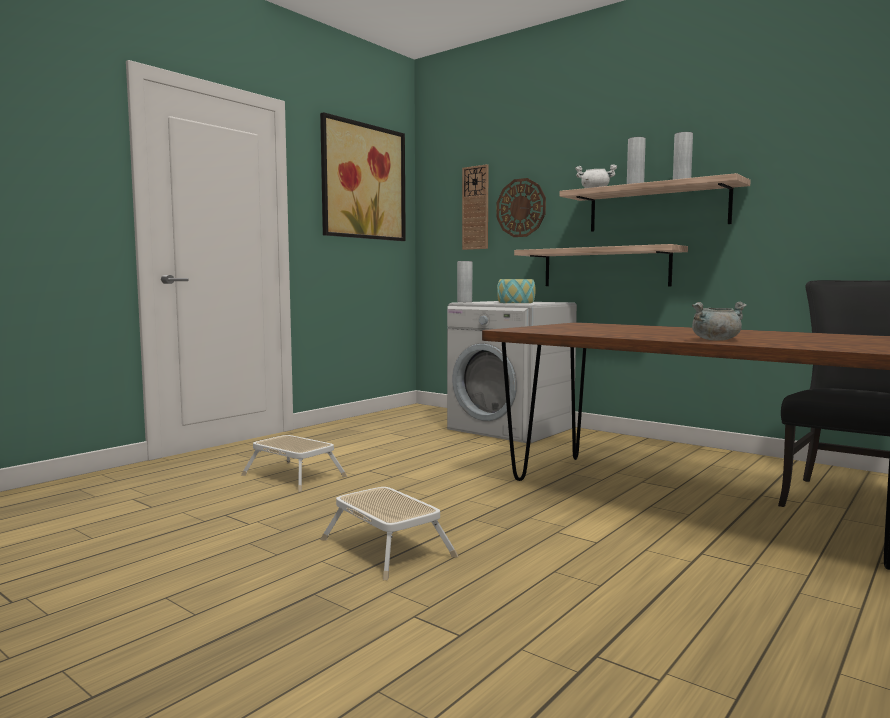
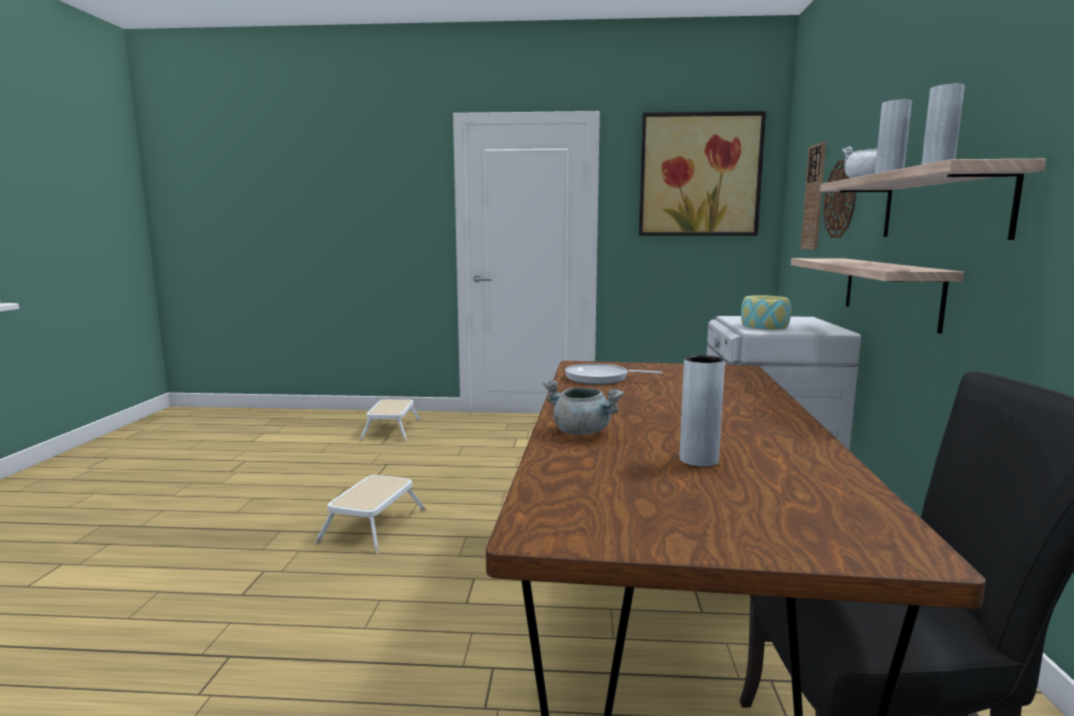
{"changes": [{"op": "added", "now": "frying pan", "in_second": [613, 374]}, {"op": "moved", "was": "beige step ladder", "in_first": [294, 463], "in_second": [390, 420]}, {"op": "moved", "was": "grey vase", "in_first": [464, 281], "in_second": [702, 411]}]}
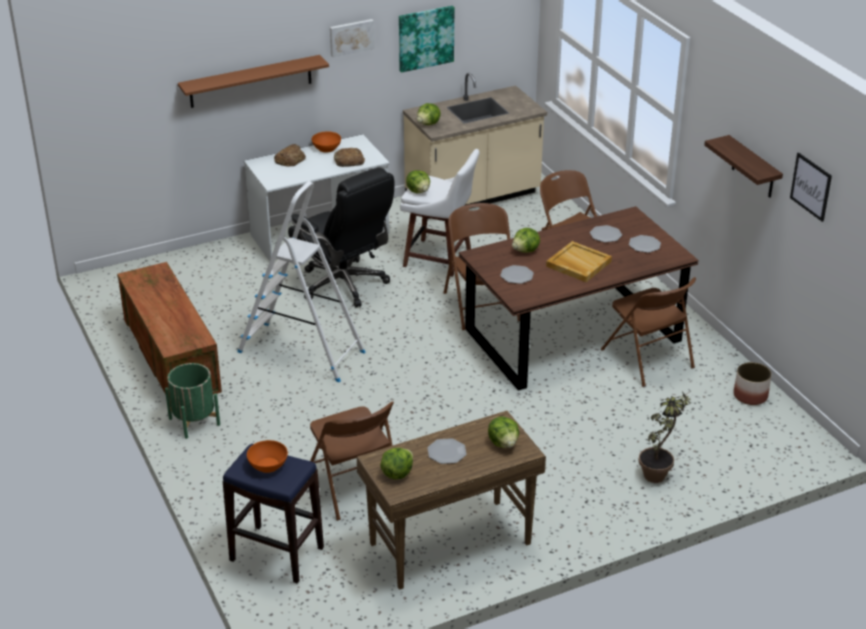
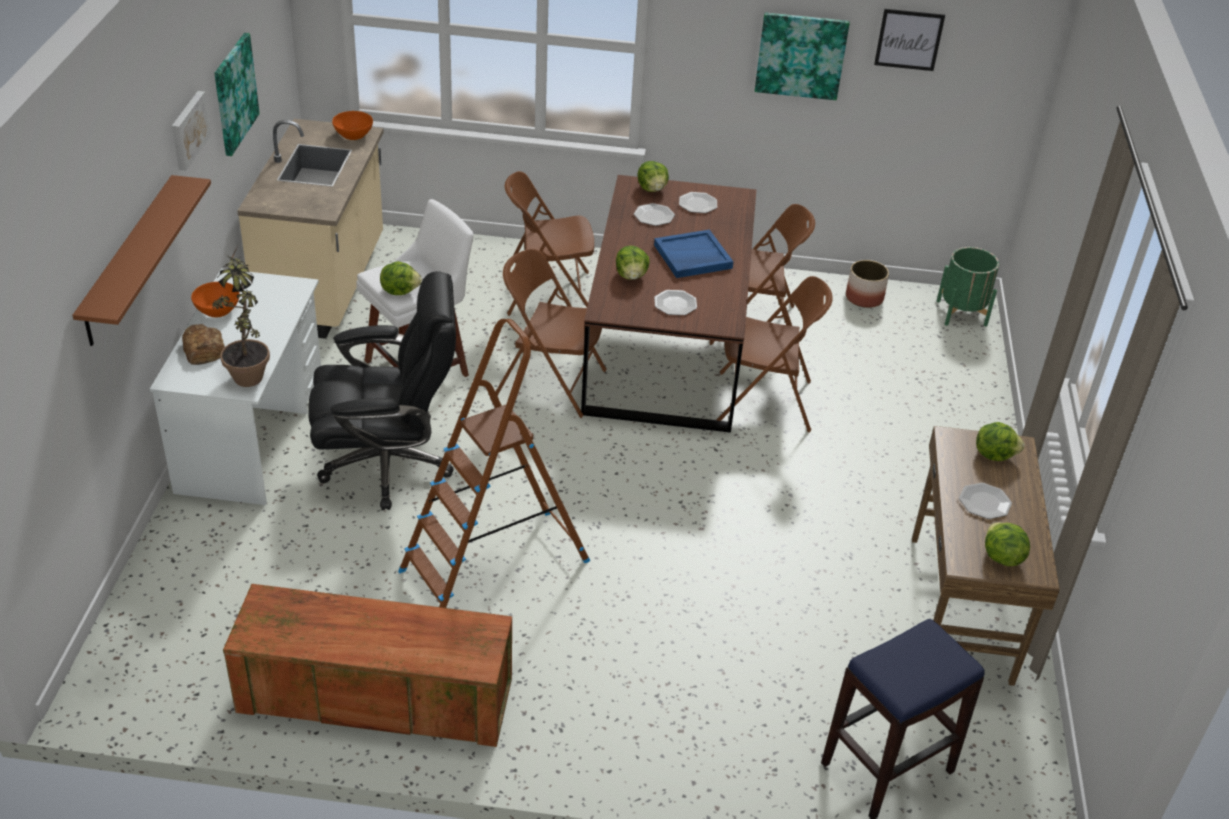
{"changes": [{"op": "removed", "was": "bread", "in_first": [349, 157]}, {"op": "moved", "was": "green planter", "in_first": [192, 401], "in_second": [968, 286]}, {"op": "moved", "was": "orange bowl", "in_first": [267, 456], "in_second": [352, 125]}, {"op": "moved", "was": "brown chair", "in_first": [352, 461], "in_second": [774, 354]}, {"op": "moved", "was": "lettuce", "in_first": [429, 114], "in_second": [653, 176]}, {"op": "moved", "was": "potted plant", "in_first": [666, 436], "in_second": [241, 317]}, {"op": "replaced", "was": "shelf", "now": "picture", "in_first": [743, 166], "in_second": [802, 56]}, {"op": "recoloured", "was": "white step ladder", "now": "brown step ladder", "in_first": [301, 281], "in_second": [494, 463]}, {"op": "recoloured", "was": "beige tray", "now": "blue tray", "in_first": [579, 261], "in_second": [694, 253]}]}
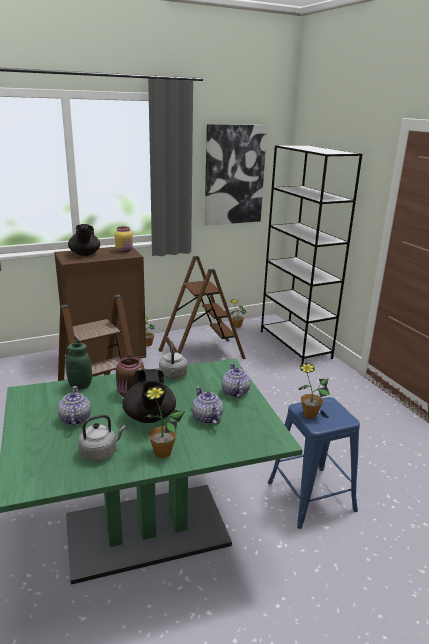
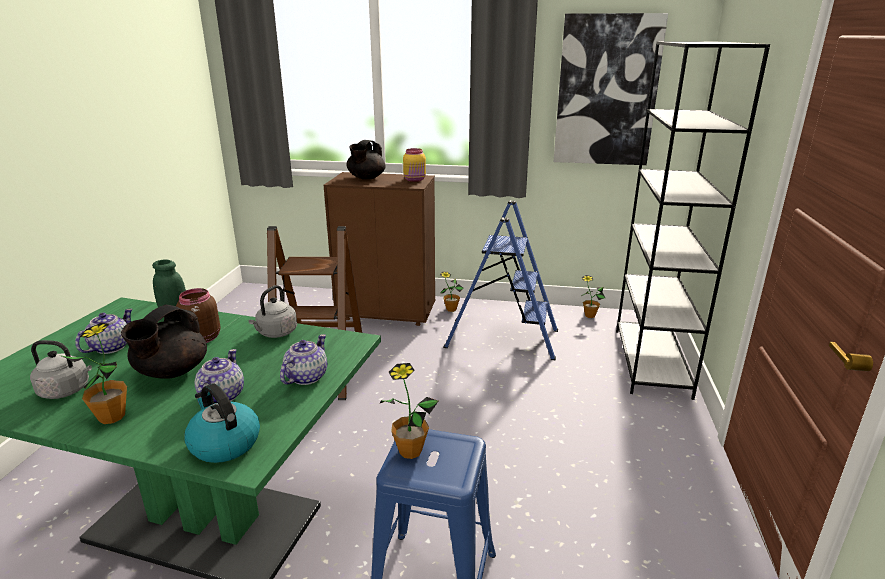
{"changes": [{"op": "added", "now": "kettle", "in_second": [222, 423]}, {"op": "recoloured", "was": "brown step ladder", "now": "blue step ladder", "in_first": [202, 307], "in_second": [500, 280]}]}
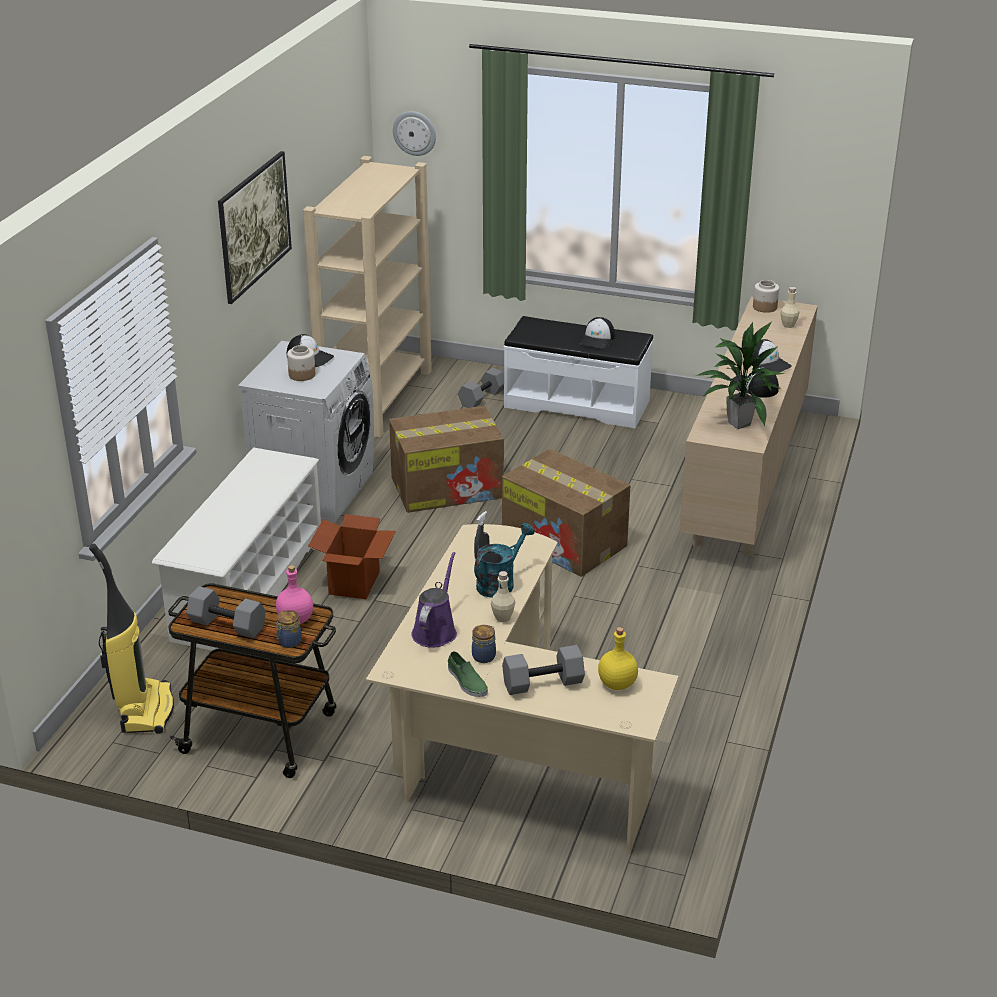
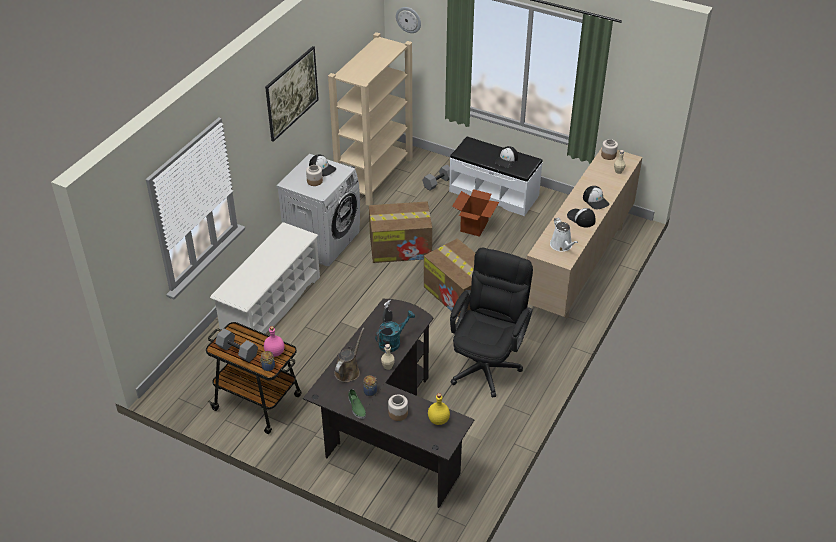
{"changes": [{"op": "removed", "was": "vacuum cleaner", "in_first": [131, 638]}, {"op": "added", "now": "black office chair", "in_second": [491, 322]}, {"op": "moved", "was": "cardboard box", "in_first": [352, 556], "in_second": [475, 213]}, {"op": "replaced", "was": "grey dumbbell", "now": "jar", "in_first": [543, 670], "in_second": [398, 407]}, {"op": "replaced", "was": "potted plant", "now": "white watering can", "in_first": [740, 375], "in_second": [564, 235]}, {"op": "recoloured", "was": "beige desk", "now": "black desk", "in_first": [522, 689], "in_second": [389, 403]}, {"op": "recoloured", "was": "purple watering can", "now": "brown watering can", "in_first": [434, 600], "in_second": [349, 355]}]}
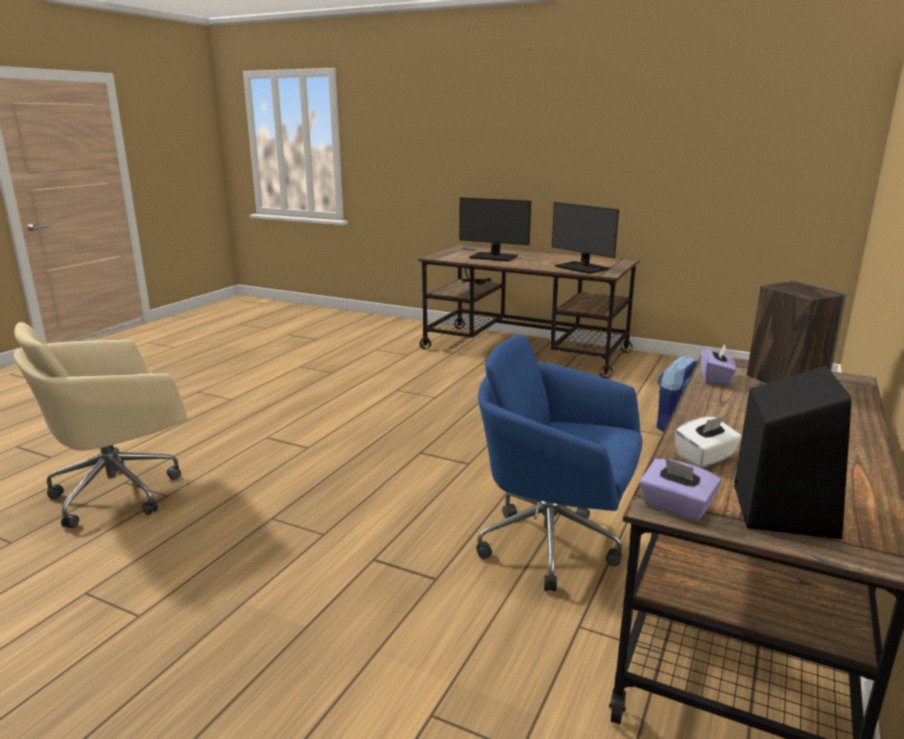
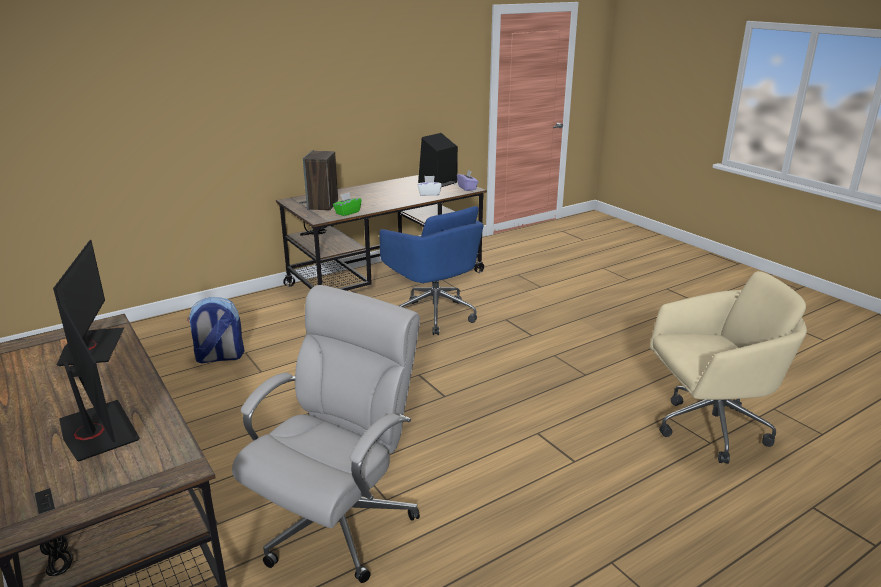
{"changes": [{"op": "added", "now": "grey office chair", "in_second": [326, 434]}, {"op": "recoloured", "was": "purple tissue box", "now": "green tissue box", "in_first": [718, 364], "in_second": [347, 204]}]}
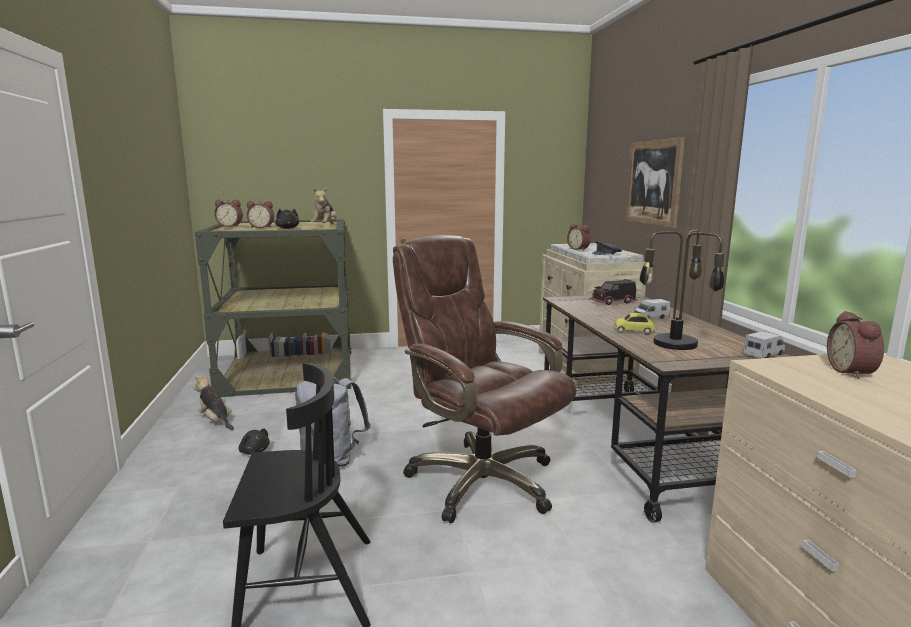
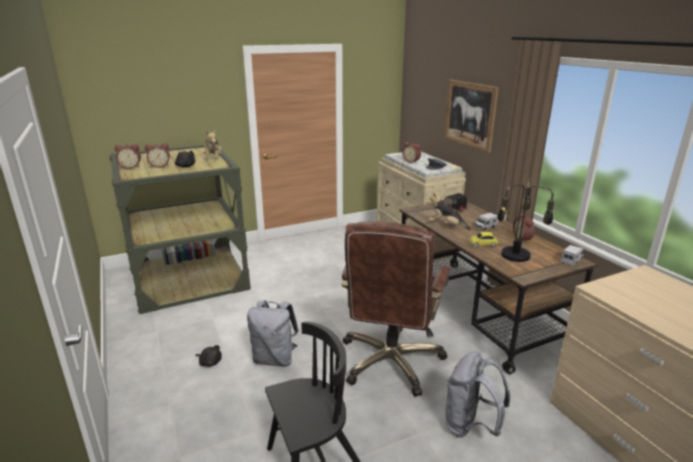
{"changes": [{"op": "added", "now": "grey backpack", "in_second": [477, 394]}, {"op": "moved", "was": "plush toy", "in_first": [214, 402], "in_second": [448, 210]}, {"op": "moved", "was": "alarm clock", "in_first": [855, 345], "in_second": [524, 227]}, {"op": "turned", "was": "brown office chair", "in_first": [485, 379], "in_second": [396, 309], "clockwise": -105}]}
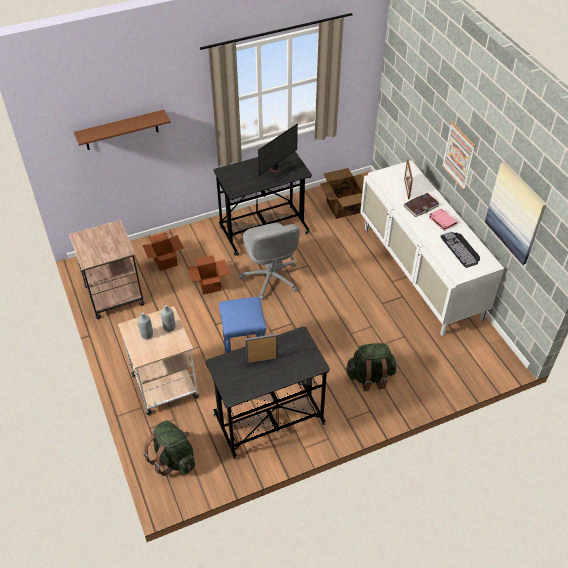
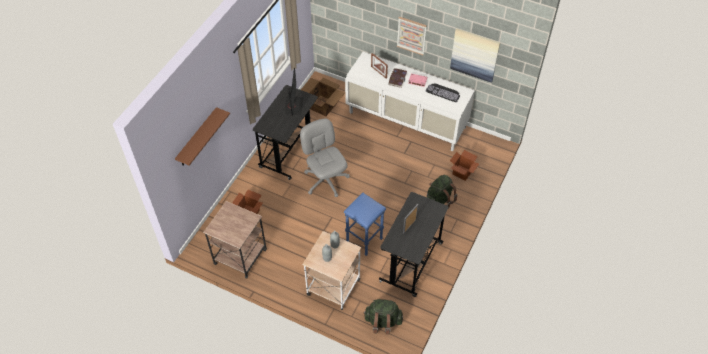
{"changes": [{"op": "moved", "was": "cardboard box", "in_first": [209, 275], "in_second": [464, 165]}, {"op": "turned", "was": "grey office chair", "in_first": [269, 261], "in_second": [325, 158], "clockwise": -150}]}
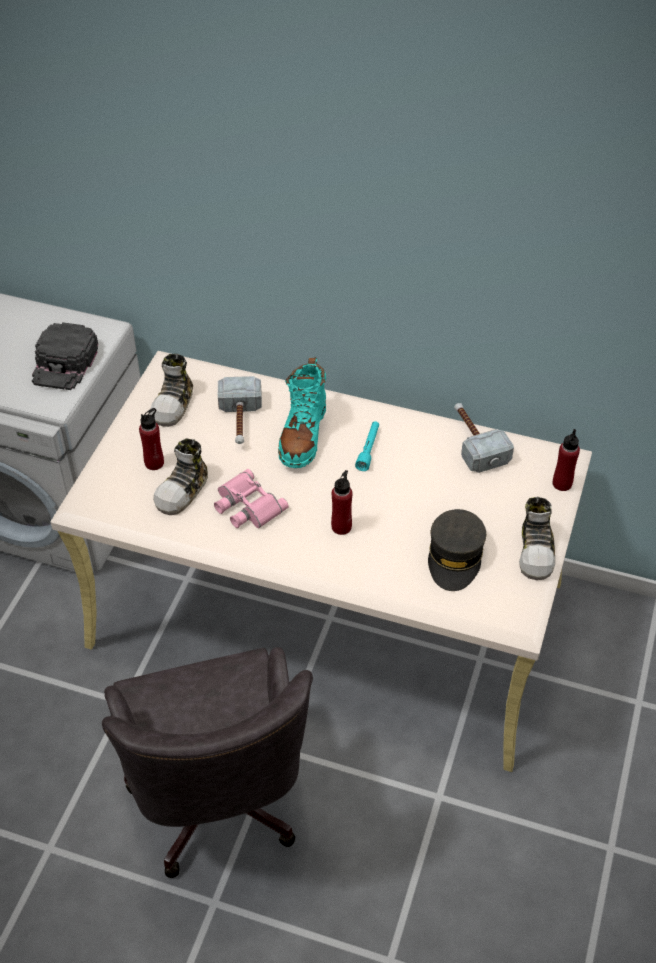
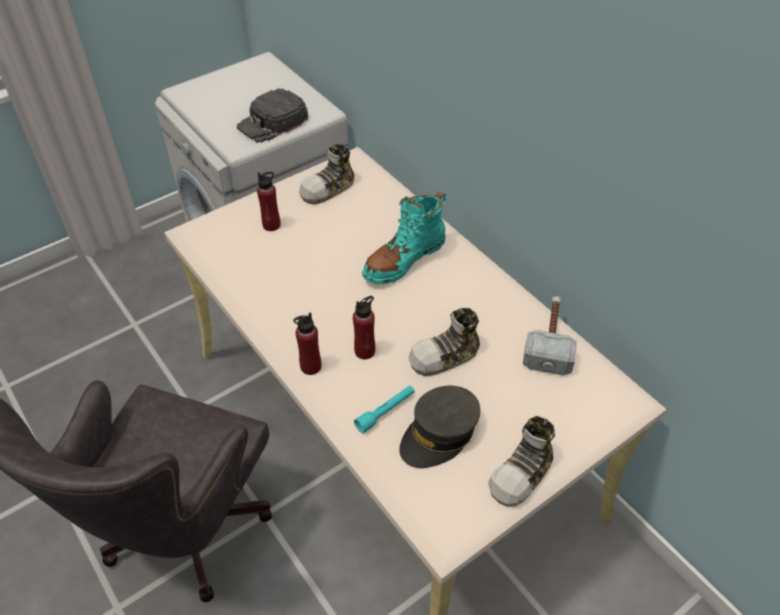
{"changes": [{"op": "removed", "was": "pink binoculars", "in_first": [251, 498]}, {"op": "removed", "was": "hammer", "in_first": [240, 410]}, {"op": "moved", "was": "shoe", "in_first": [180, 476], "in_second": [444, 342]}, {"op": "moved", "was": "turquoise flashlight", "in_first": [367, 446], "in_second": [384, 410]}, {"op": "moved", "was": "red bottle", "in_first": [566, 460], "in_second": [307, 343]}]}
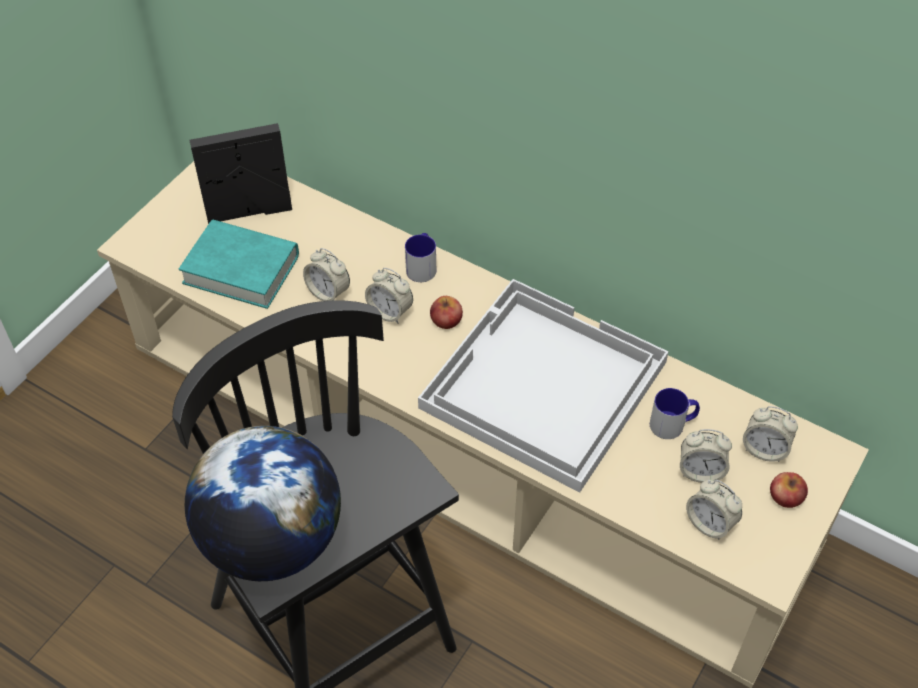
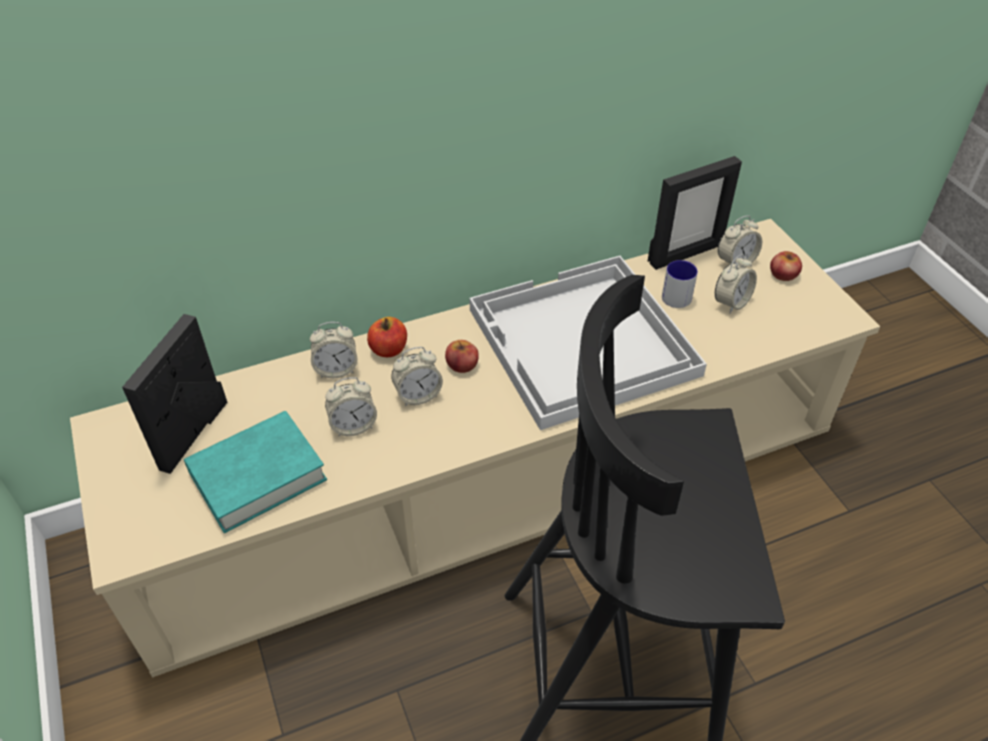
{"changes": [{"op": "removed", "was": "globe", "in_first": [263, 503]}, {"op": "added", "now": "picture frame", "in_second": [695, 213]}, {"op": "moved", "was": "alarm clock", "in_first": [714, 510], "in_second": [333, 350]}, {"op": "replaced", "was": "mug", "now": "apple", "in_first": [420, 257], "in_second": [387, 337]}]}
